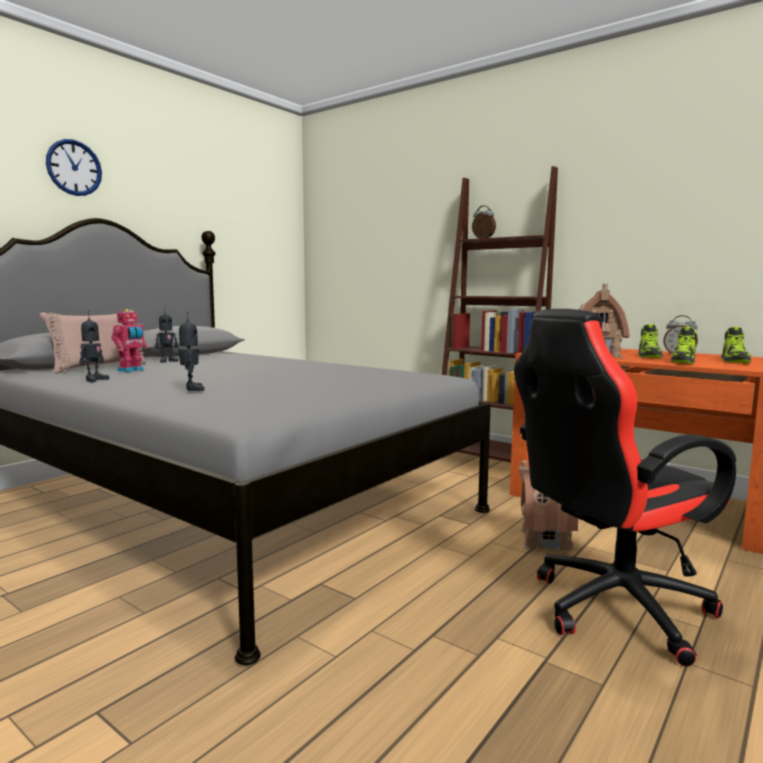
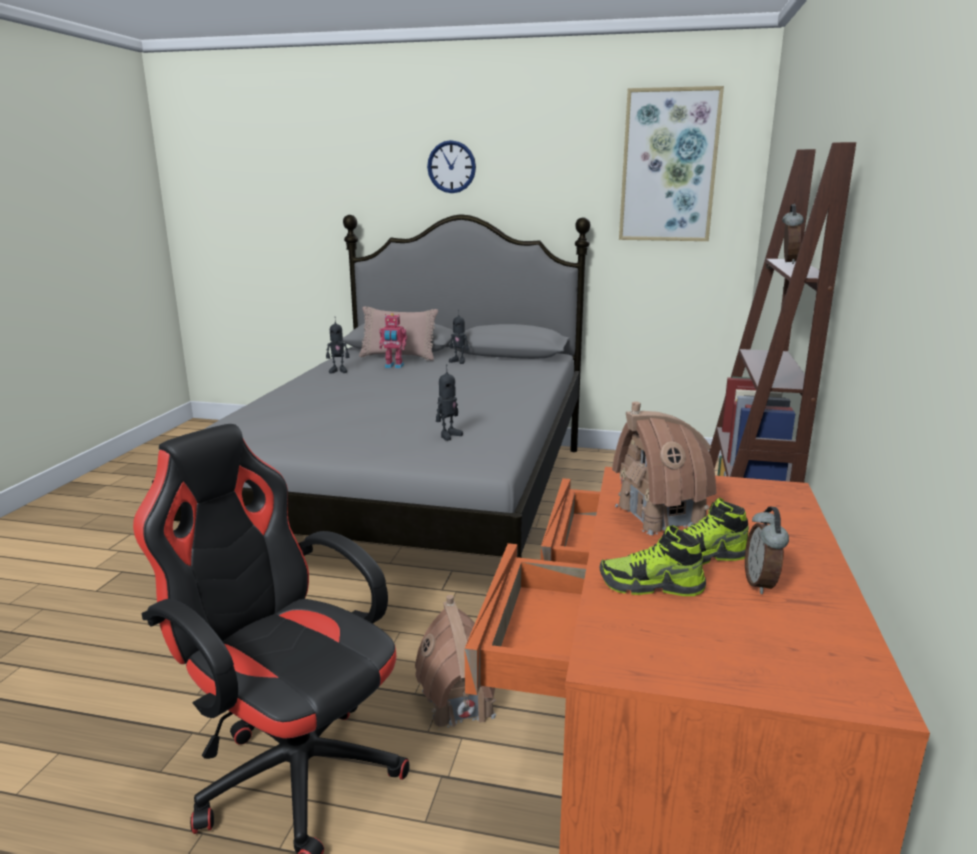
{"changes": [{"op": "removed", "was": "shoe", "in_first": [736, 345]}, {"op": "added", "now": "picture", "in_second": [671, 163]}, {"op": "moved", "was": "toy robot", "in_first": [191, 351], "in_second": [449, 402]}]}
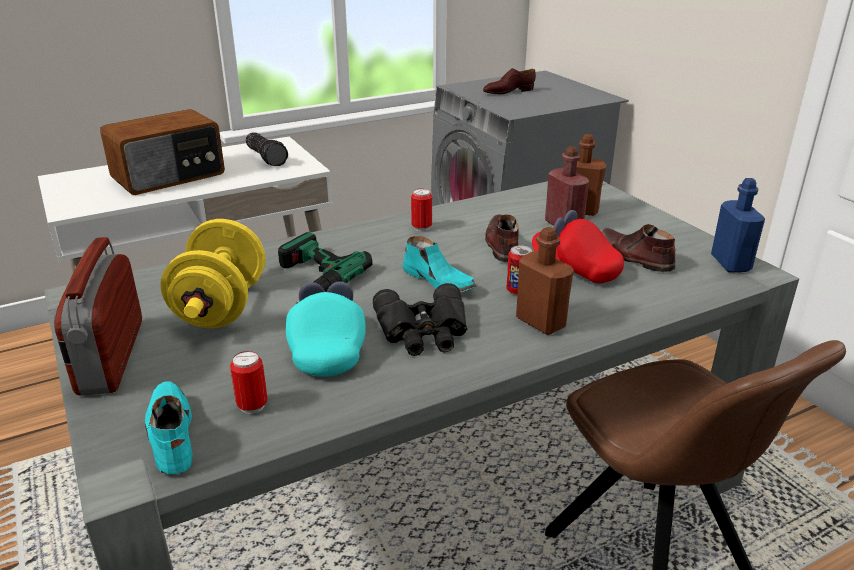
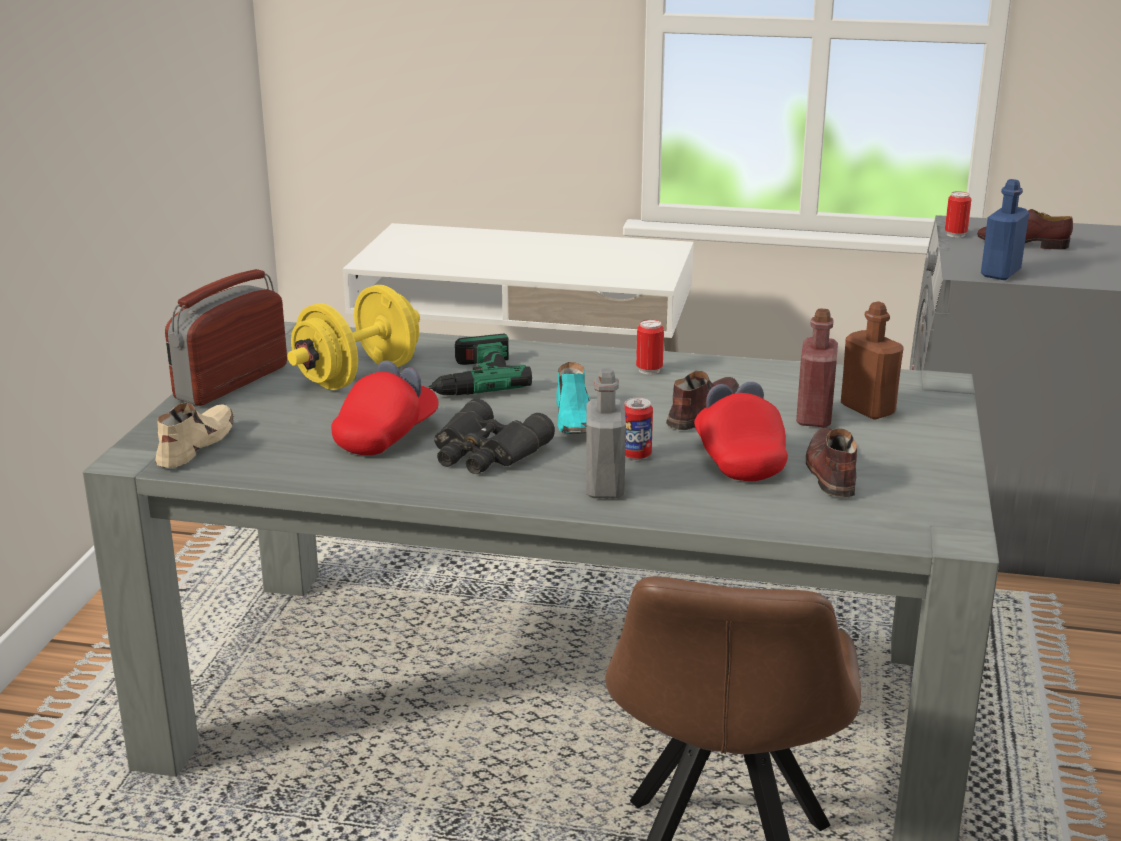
{"changes": [{"op": "removed", "was": "radio", "in_first": [162, 152]}, {"op": "removed", "was": "flashlight", "in_first": [267, 149]}, {"op": "moved", "was": "can", "in_first": [248, 382], "in_second": [958, 214]}, {"op": "moved", "was": "blue bottle", "in_first": [738, 225], "in_second": [1005, 229]}, {"op": "recoloured", "was": "turquoise shoe", "now": "beige shoe", "in_first": [169, 428], "in_second": [194, 435]}, {"op": "recoloured", "was": "turquoise cap", "now": "red cap", "in_first": [326, 329], "in_second": [385, 408]}, {"op": "recoloured", "was": "brown bottle", "now": "grey bottle", "in_first": [545, 281], "in_second": [606, 433]}]}
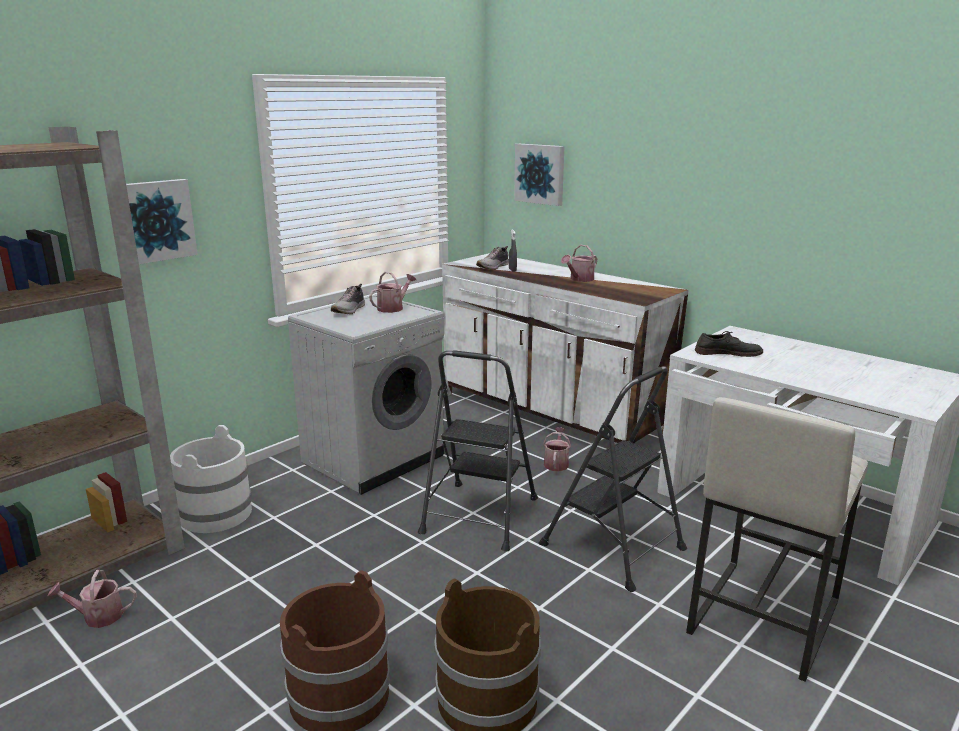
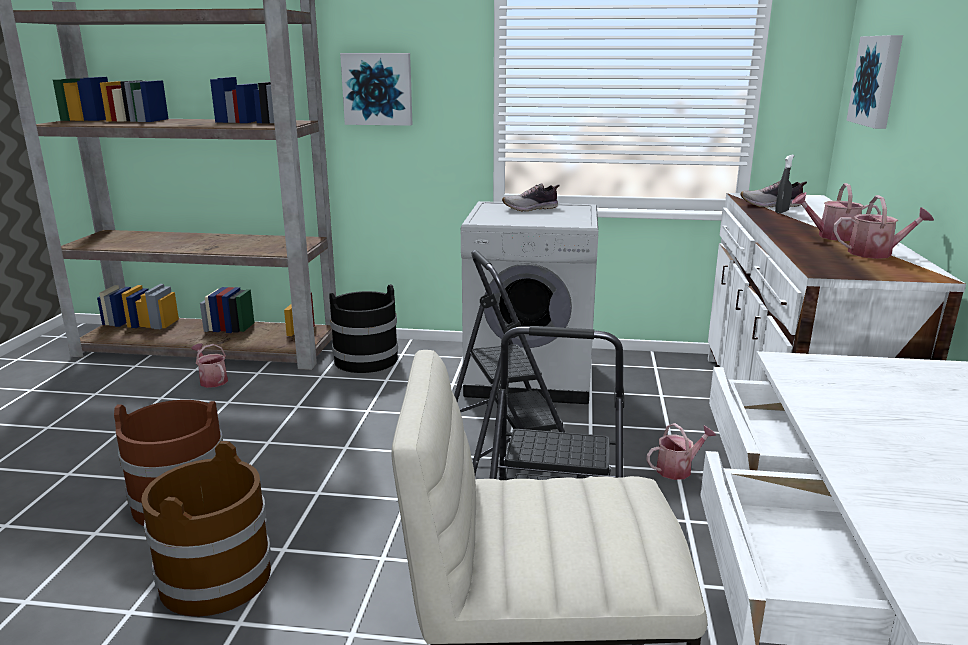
{"changes": [{"op": "removed", "was": "grey shoe", "in_first": [729, 344]}, {"op": "moved", "was": "watering can", "in_first": [392, 292], "in_second": [883, 227]}, {"op": "recoloured", "was": "white bucket", "now": "black bucket", "in_first": [211, 479], "in_second": [363, 328]}]}
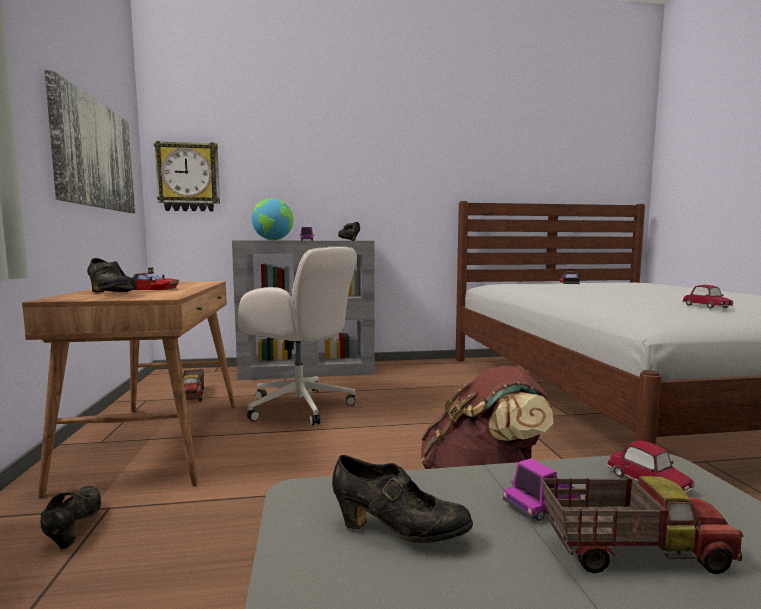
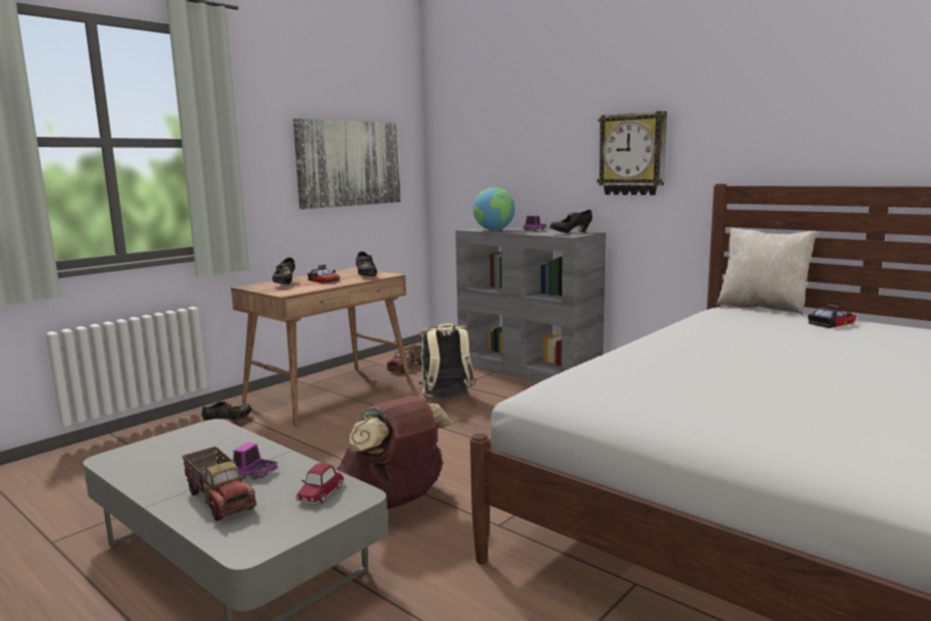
{"changes": [{"op": "removed", "was": "toy car", "in_first": [707, 296]}, {"op": "added", "now": "beige pillow", "in_second": [766, 271]}, {"op": "moved", "was": "wall clock", "in_first": [187, 176], "in_second": [632, 153]}, {"op": "moved", "was": "black shoe", "in_first": [402, 499], "in_second": [366, 263]}, {"op": "replaced", "was": "white office chair", "now": "beige backpack", "in_first": [297, 335], "in_second": [447, 361]}]}
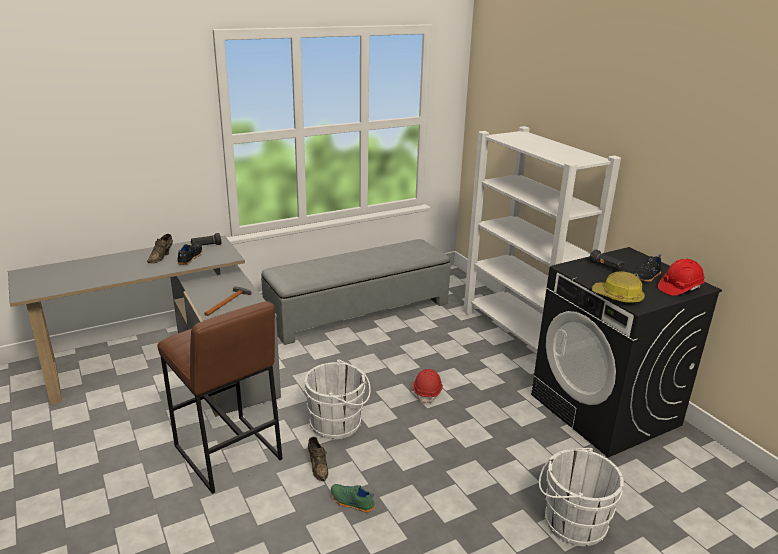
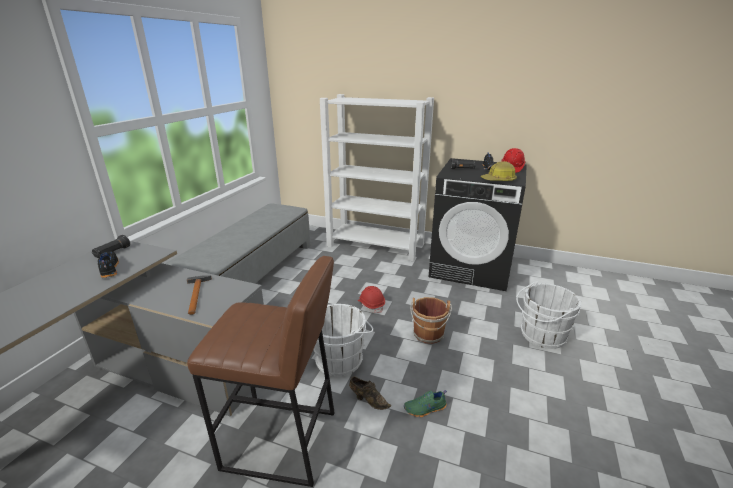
{"changes": [{"op": "removed", "was": "brown shoe", "in_first": [160, 248]}, {"op": "added", "now": "brown bucket", "in_second": [431, 320]}]}
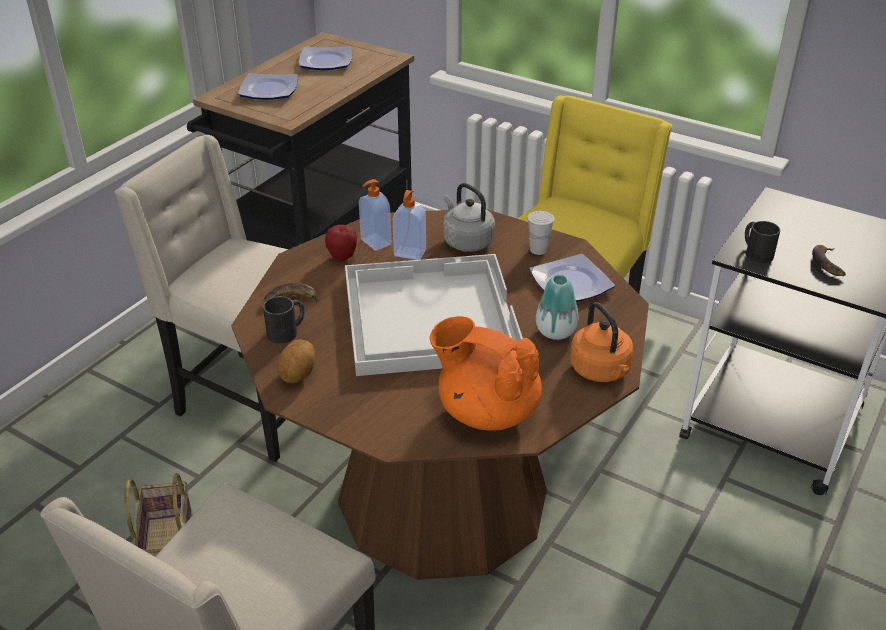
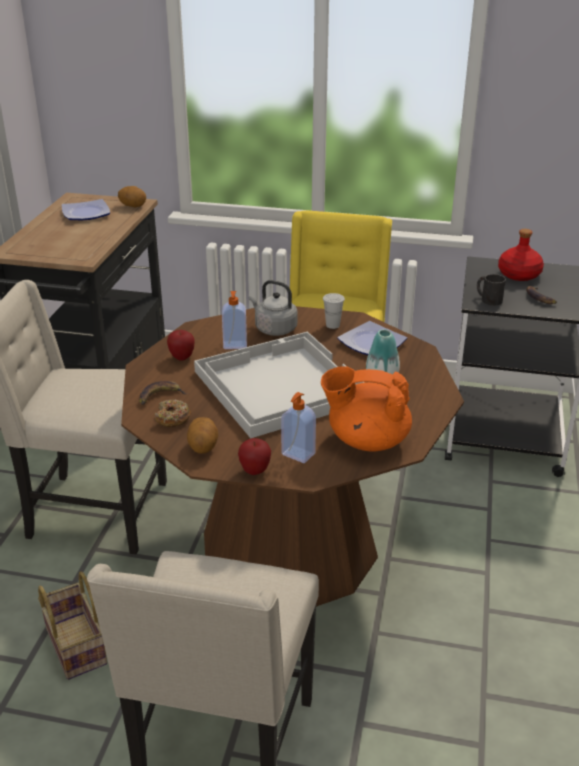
{"changes": [{"op": "removed", "was": "plate", "in_first": [268, 86]}, {"op": "removed", "was": "orange kettle", "in_first": [602, 342]}, {"op": "added", "now": "potato", "in_second": [132, 196]}, {"op": "added", "now": "apple", "in_second": [254, 456]}, {"op": "added", "now": "red bottle", "in_second": [521, 255]}, {"op": "moved", "was": "soap dispenser", "in_first": [375, 215], "in_second": [298, 427]}, {"op": "replaced", "was": "black mug", "now": "donut", "in_first": [284, 320], "in_second": [173, 413]}]}
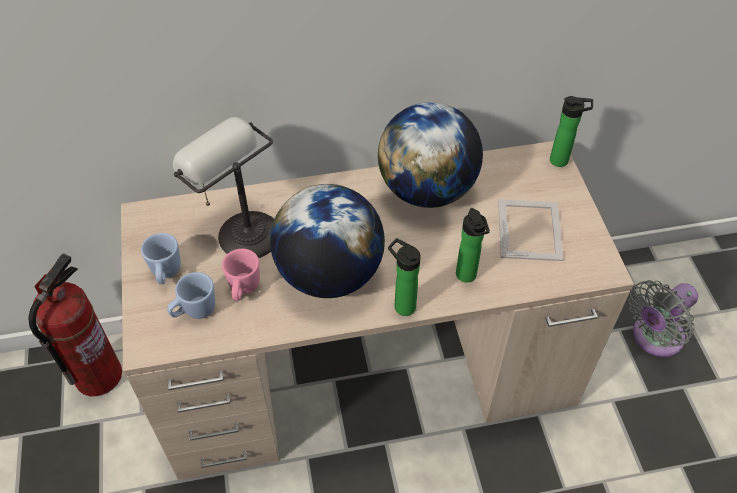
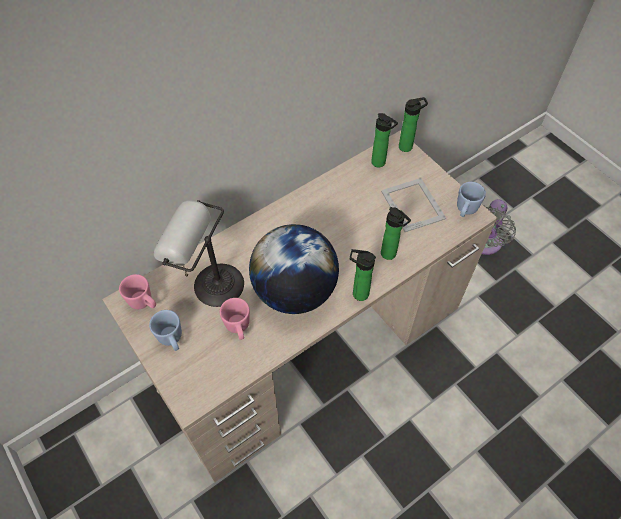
{"changes": [{"op": "removed", "was": "fire extinguisher", "in_first": [75, 324]}, {"op": "removed", "was": "globe", "in_first": [430, 155]}, {"op": "added", "now": "pink mug", "in_second": [137, 291]}, {"op": "added", "now": "bottle", "in_second": [384, 140]}, {"op": "moved", "was": "blue mug", "in_first": [191, 295], "in_second": [471, 199]}]}
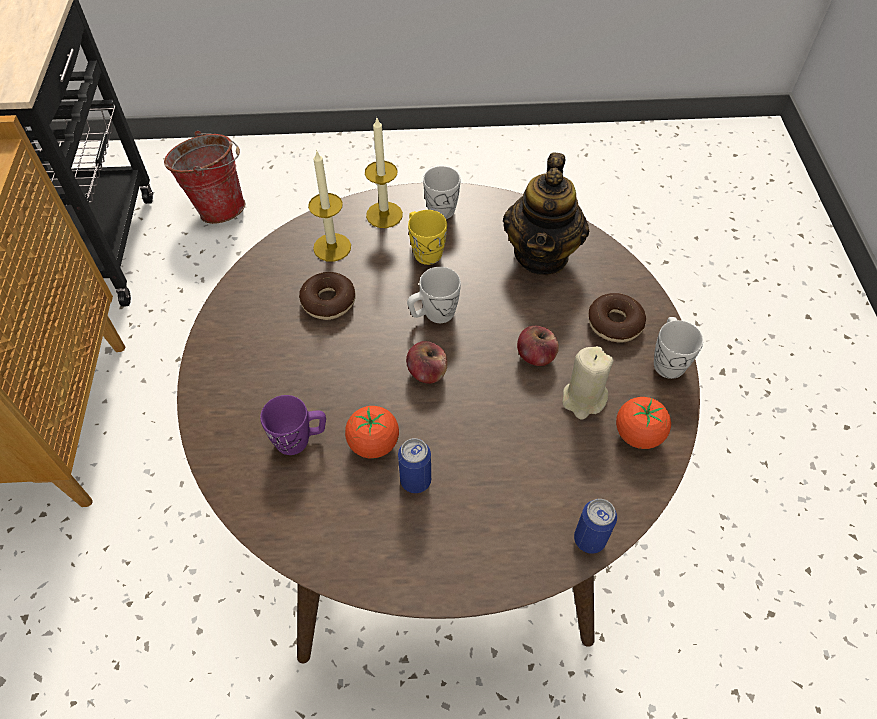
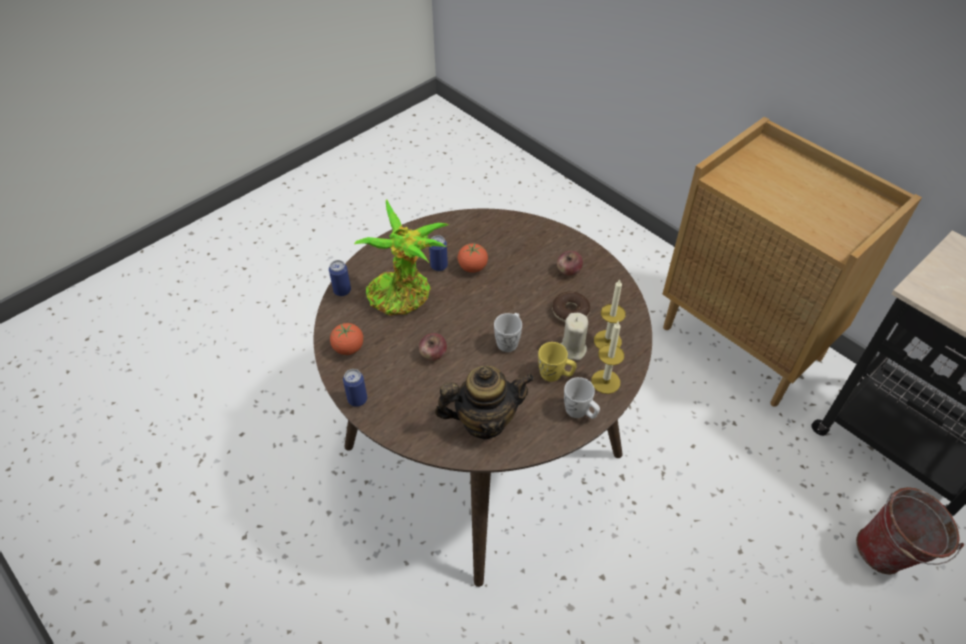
{"changes": [{"op": "removed", "was": "purple mug", "in_first": [293, 425]}, {"op": "removed", "was": "donut", "in_first": [617, 318]}, {"op": "added", "now": "potted plant", "in_second": [401, 257]}, {"op": "moved", "was": "apple", "in_first": [427, 362], "in_second": [570, 263]}, {"op": "moved", "was": "beige candle", "in_first": [588, 382], "in_second": [574, 336]}, {"op": "replaced", "was": "white mug", "now": "can", "in_first": [678, 348], "in_second": [355, 388]}, {"op": "turned", "was": "teapot", "in_first": [546, 214], "in_second": [484, 402], "clockwise": 105}]}
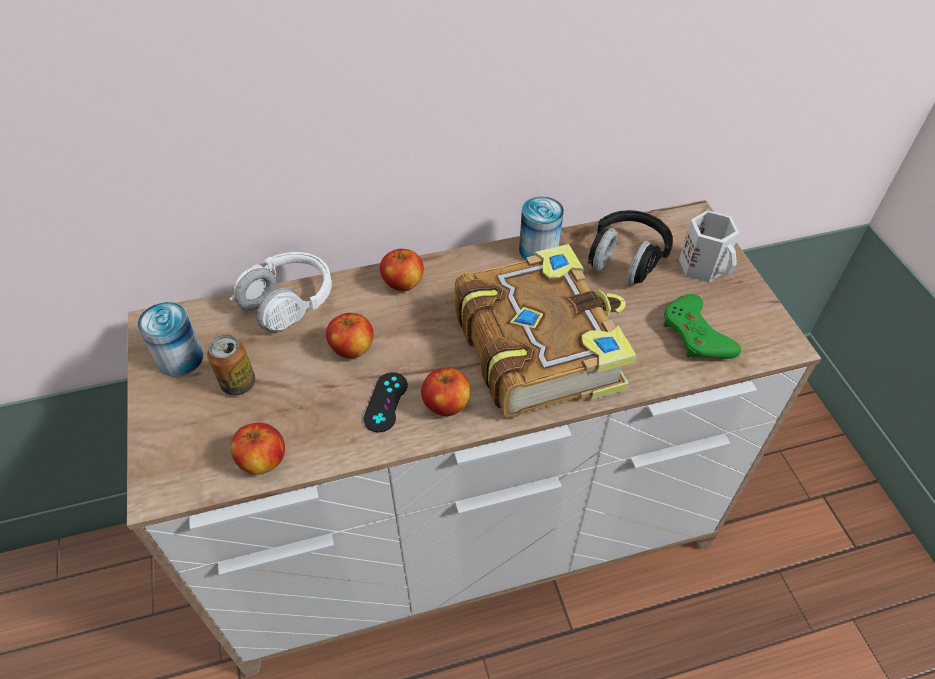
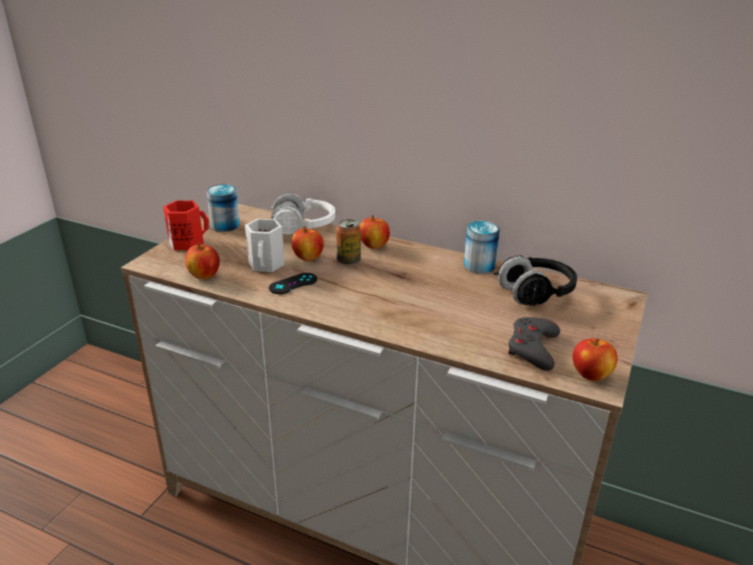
{"changes": [{"op": "removed", "was": "book", "in_first": [545, 331]}, {"op": "added", "now": "red mug", "in_second": [186, 225]}, {"op": "moved", "was": "can", "in_first": [231, 365], "in_second": [348, 242]}, {"op": "moved", "was": "apple", "in_first": [445, 392], "in_second": [595, 359]}, {"op": "moved", "was": "white mug", "in_first": [709, 246], "in_second": [264, 245]}, {"op": "recoloured", "was": "green game controller", "now": "grey game controller", "in_first": [702, 326], "in_second": [534, 344]}]}
